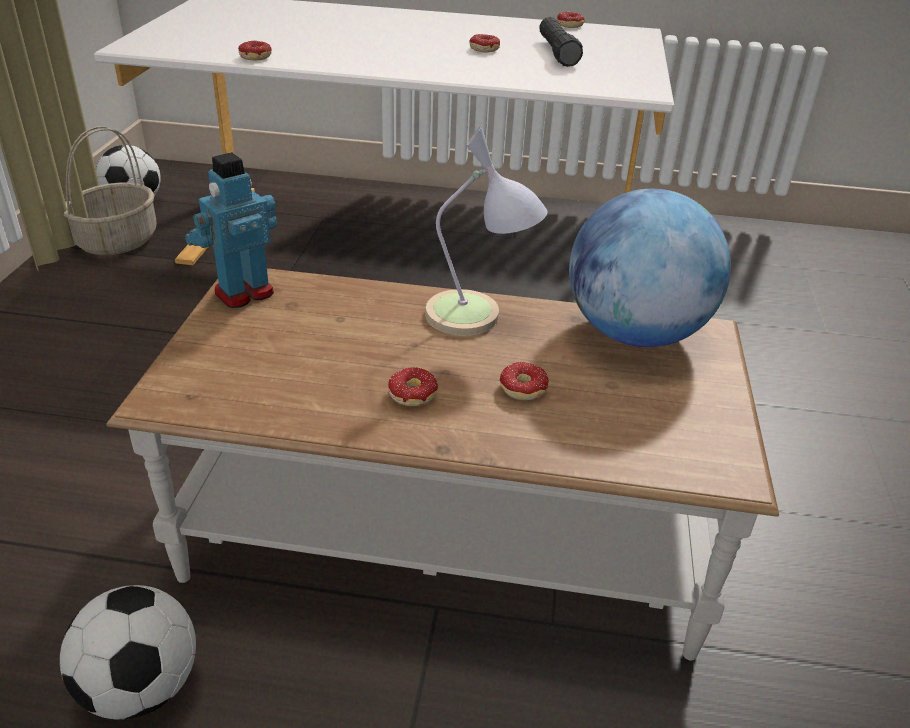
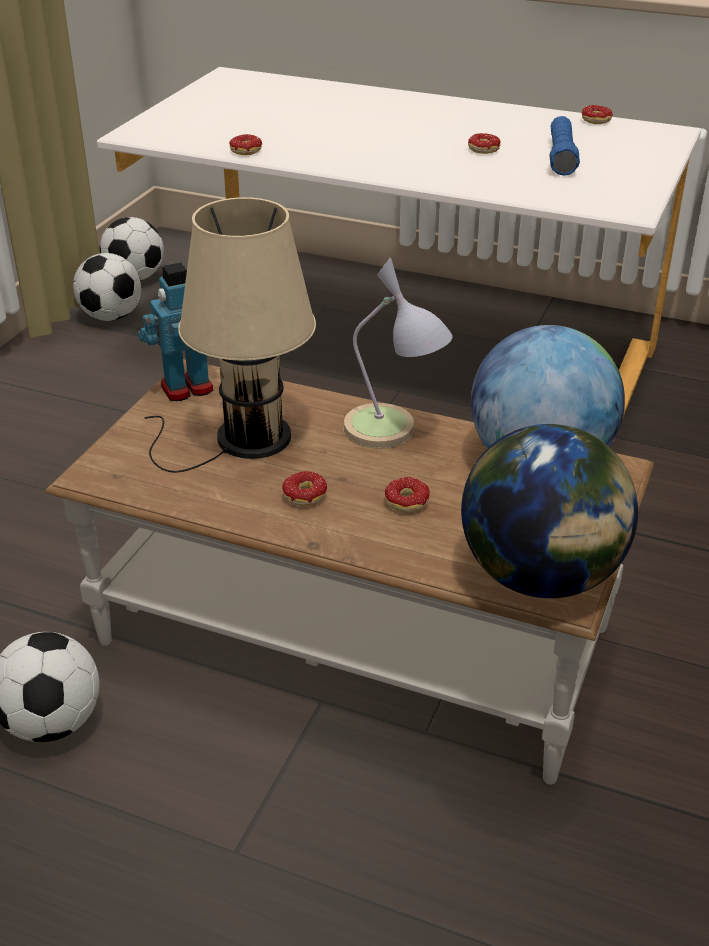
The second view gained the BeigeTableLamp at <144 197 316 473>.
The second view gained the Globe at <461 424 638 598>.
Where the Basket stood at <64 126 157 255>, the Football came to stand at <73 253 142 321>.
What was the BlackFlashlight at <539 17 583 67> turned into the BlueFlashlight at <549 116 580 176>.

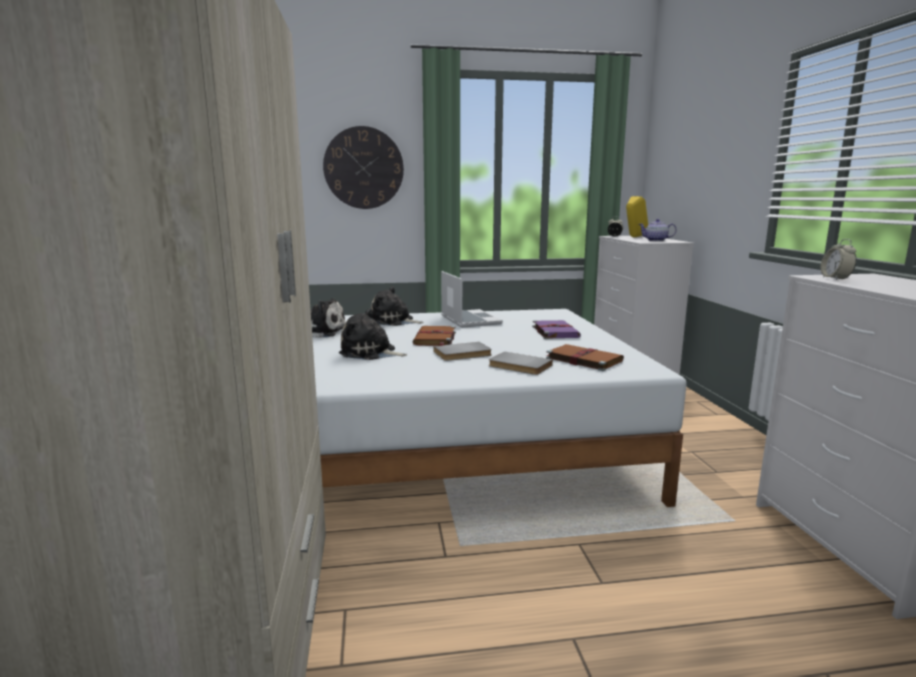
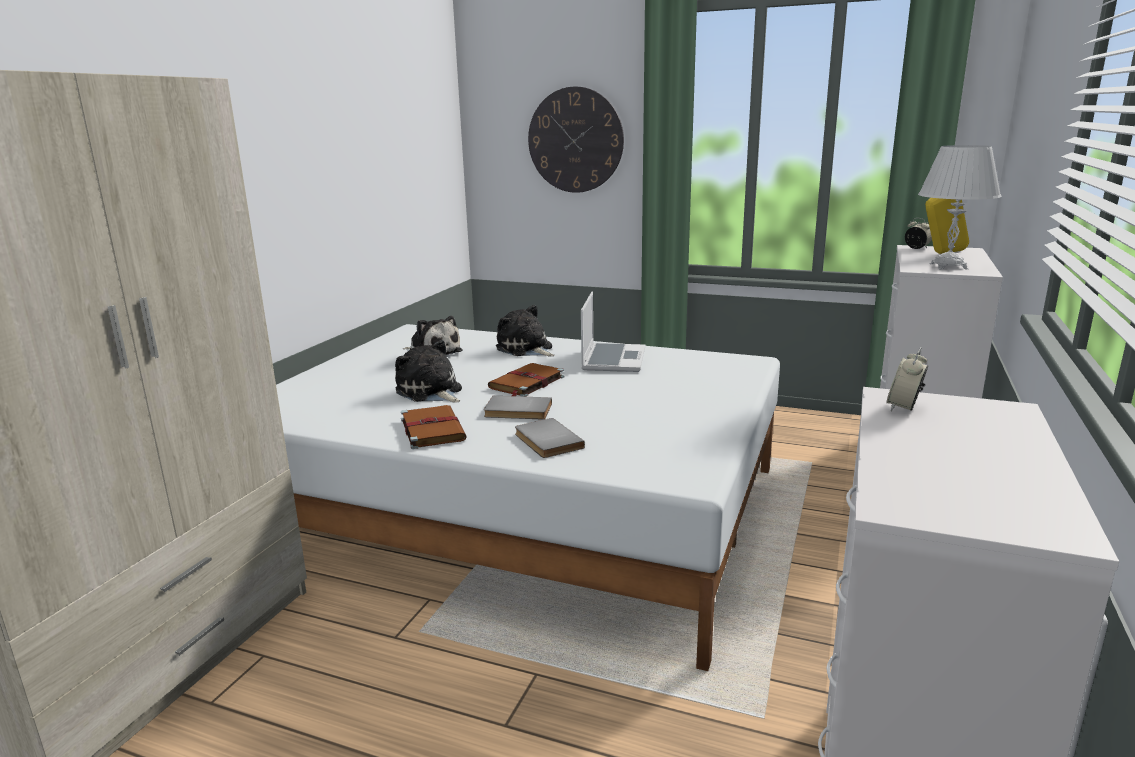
The second view lost the PurpleBook at <532 320 581 339>.
The BrownBook ended up elsewhere, having gone from <546 344 624 371> to <401 405 467 449>.
Where the Teapot stood at <639 219 677 241>, the WhiteTableLamp came to stand at <918 145 1001 270>.

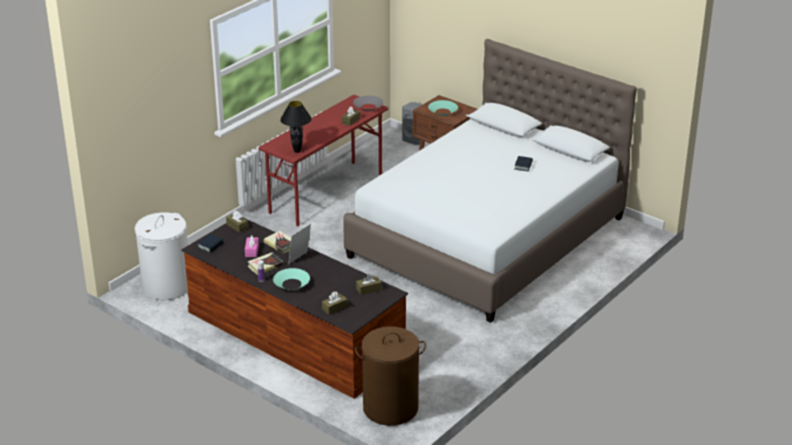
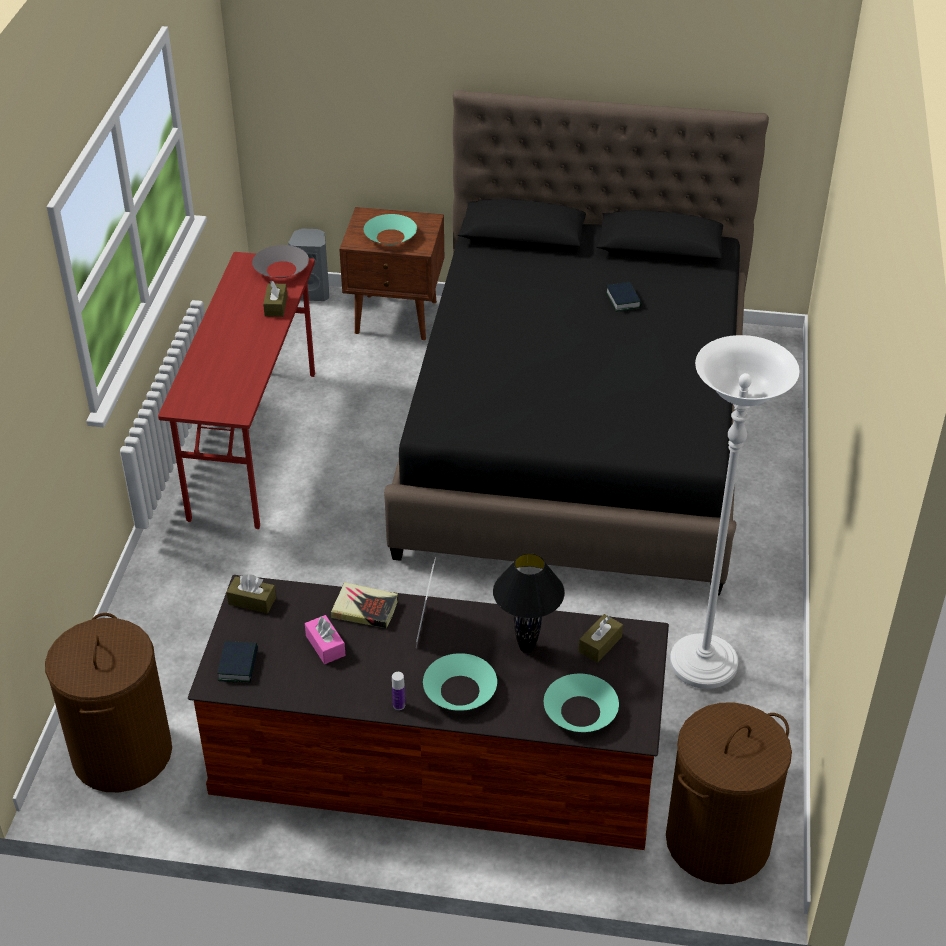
The second view lost the Book at <248 253 283 275>.
The second view gained the WhiteFloorLamp at <670 335 800 689>.
The BlackTableLamp ended up elsewhere, having gone from <280 101 312 153> to <493 553 565 653>.
Where the BrownTissueBox stood at <322 291 348 315>, the TurquoiseBowl came to stand at <544 674 619 732>.
What was the WhiteLaundryBasket at <135 212 188 300> turned into the BrownLaundryBasket at <45 613 172 792>.
What was the WhiteBed at <344 39 637 323> turned into the BlackBed at <384 90 769 595>.

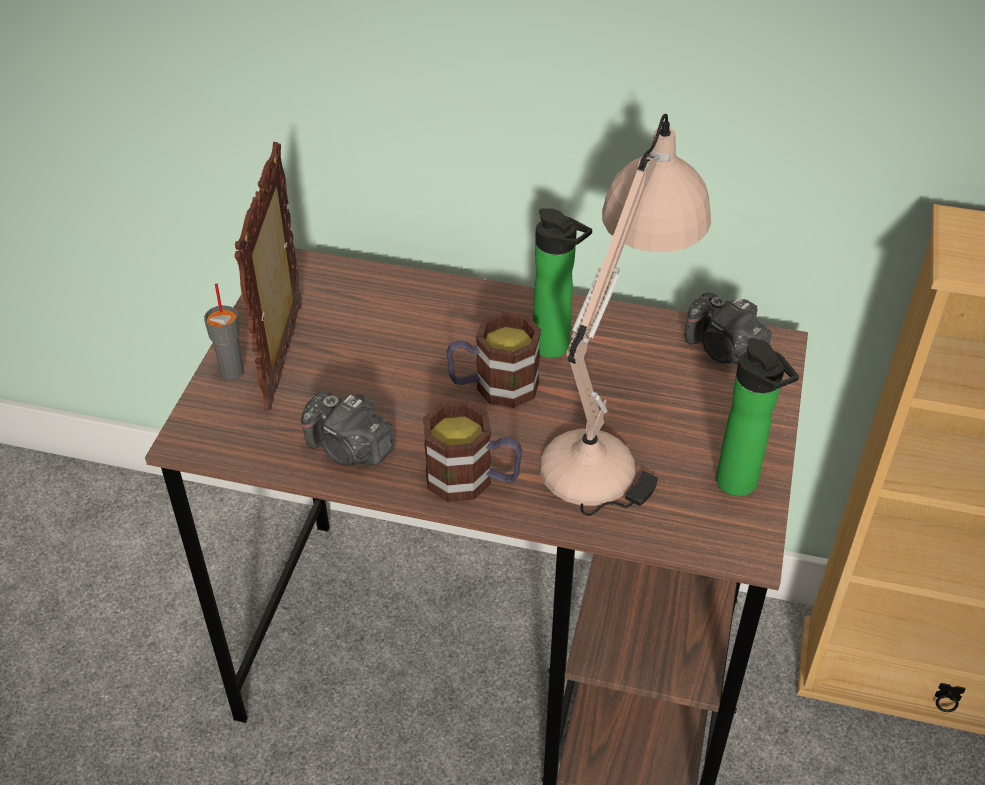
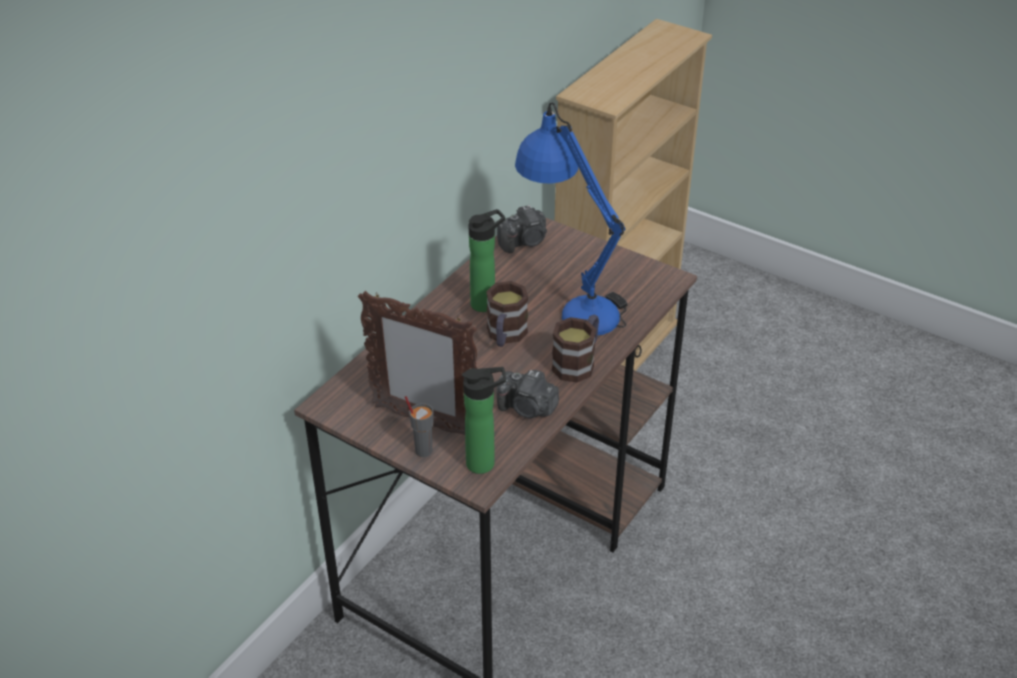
The Bottle ended up elsewhere, having gone from <716 338 799 496> to <462 367 506 474>.
What was the BeigeTableLamp at <540 114 711 516> turned into the BlueTableLamp at <515 102 628 336>.
The PhotoCamera at <301 391 395 466> ended up facing another way, 60 degrees clockwise from before.

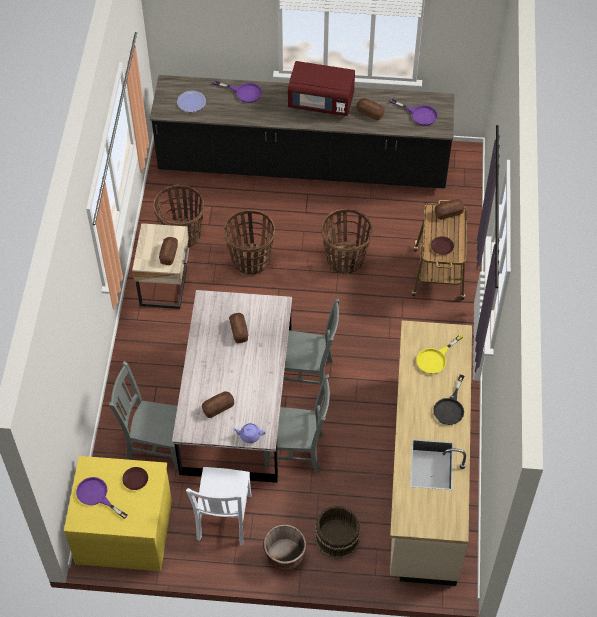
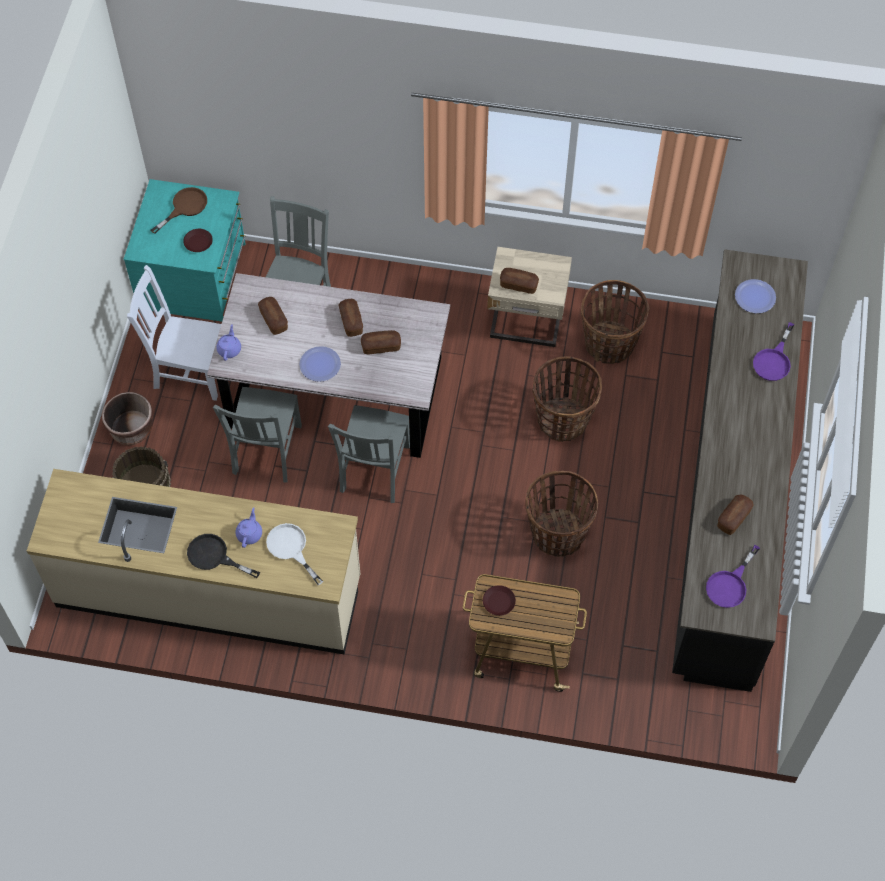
The second view lost the RedMicrowave at <288 61 355 116>.
The second view gained the PurpleTeapot at <236 507 262 548>.
The second view gained the Plate at <299 346 341 382>.
The Bread ended up elsewhere, having gone from <435 199 465 220> to <338 299 363 337>.
What was the YellowDresser at <64 456 172 571> turned into the TurquoiseDresser at <124 179 245 322>.
What was the PurpleFryingPan at <76 477 128 519> turned into the BrownFryingPan at <151 187 207 234>.
What was the YellowFryingPan at <416 334 463 374> turned into the WhiteFryingPan at <266 523 323 585>.

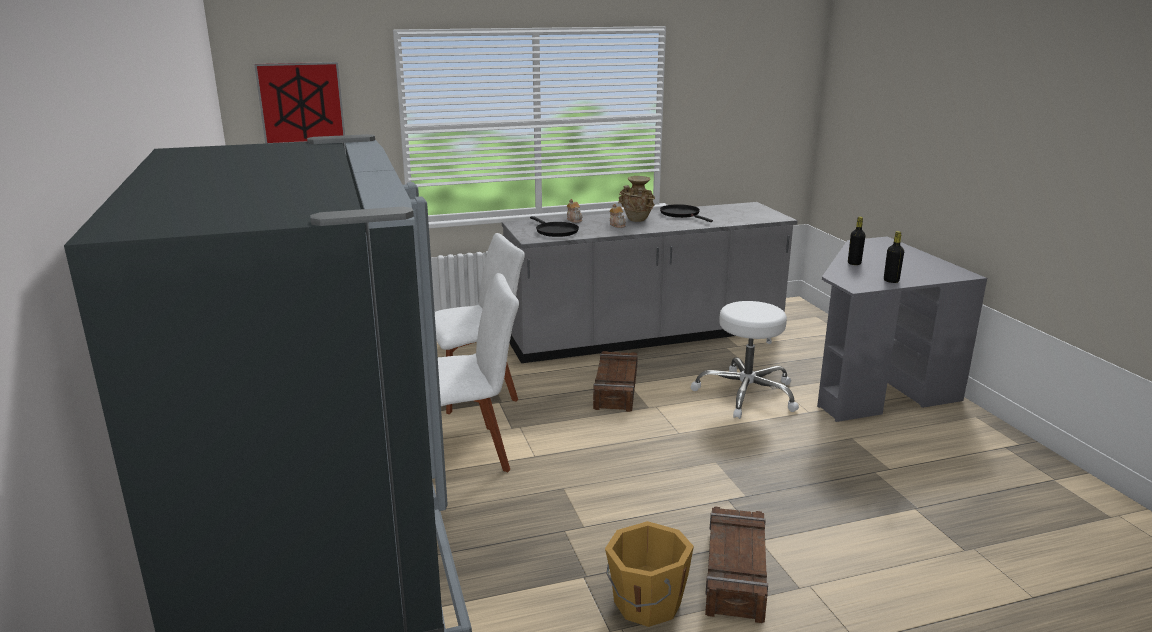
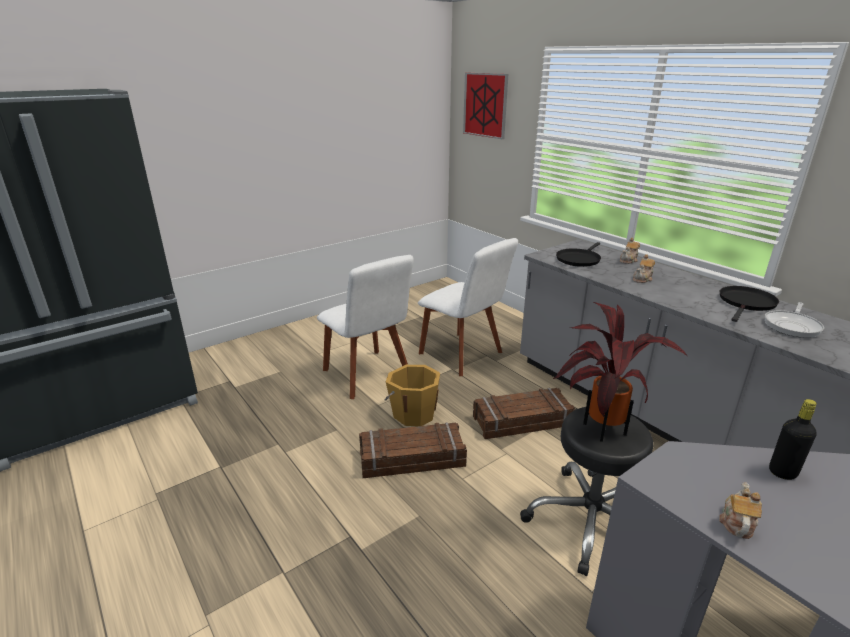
The second view lost the BeigeVase at <618 176 655 222>.
The second view gained the PottedPlant at <553 302 687 442>.
The second view gained the FryingPan at <765 302 824 338>.
The OrangeBucket ended up elsewhere, having gone from <605 521 694 627> to <385 365 440 426>.
The Crate ended up elsewhere, having gone from <705 506 768 623> to <359 422 467 478>.
Where the BlackBottle stood at <884 231 904 283>, the Teapot came to stand at <719 483 762 539>.
What was the WhiteStool at <690 301 799 419> turned into the BlackStool at <520 407 653 576>.

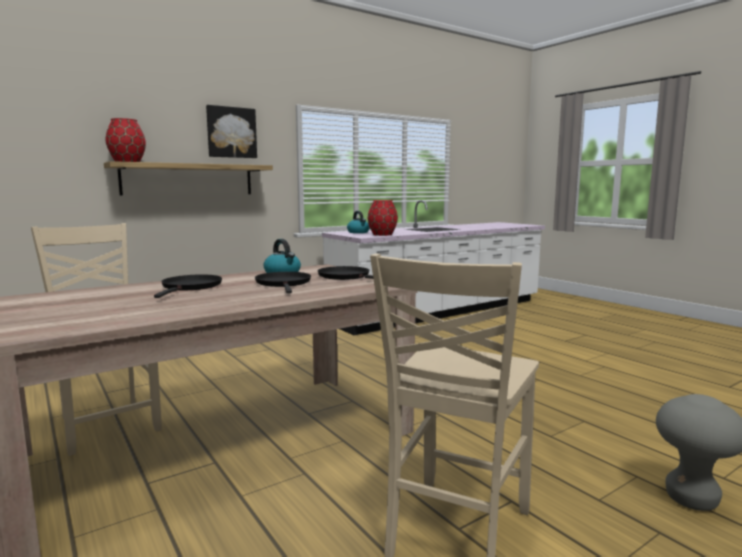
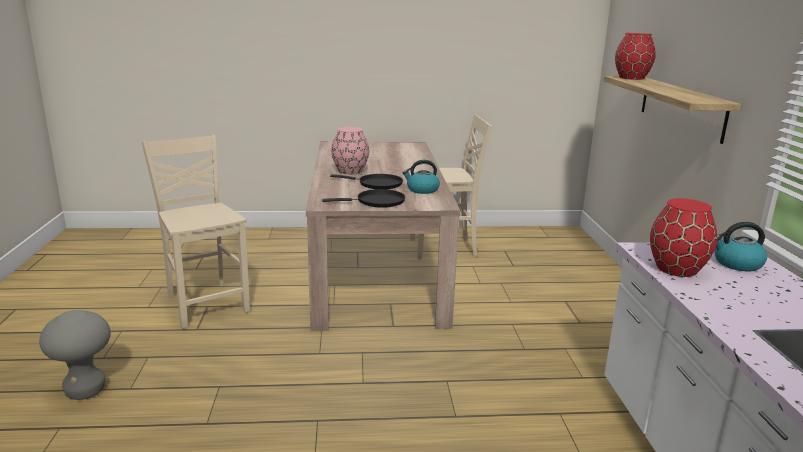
The second view lost the BlackFryingPan at <154 275 222 298>.
The second view lost the Picture at <206 105 257 158>.
The second view gained the PinkVase at <331 127 369 174>.

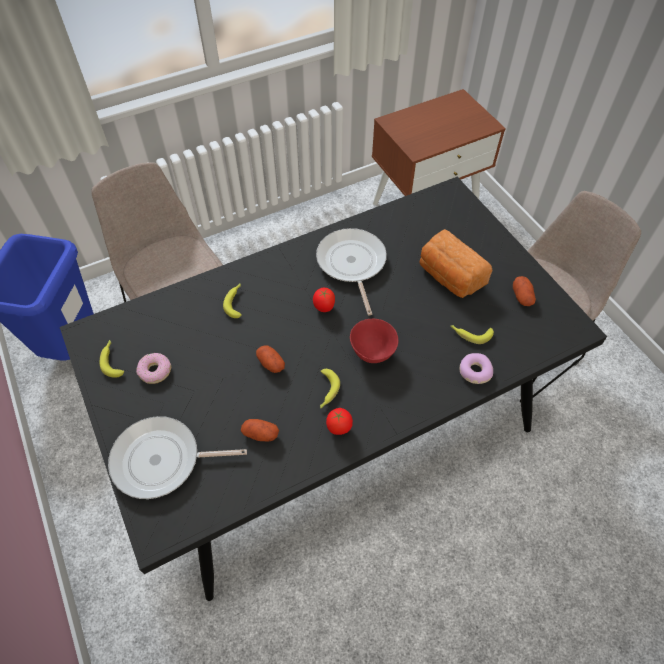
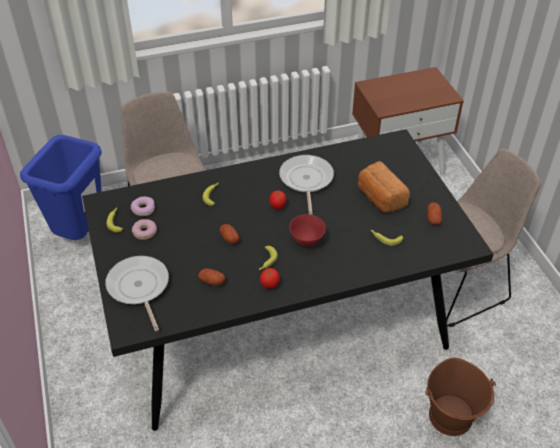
The second view gained the BrownBucket at <425 358 496 436>.
The Donut ended up elsewhere, having gone from <459 353 493 384> to <131 197 155 216>.
The FryingPan at <108 416 247 499> ended up facing another way, 60 degrees clockwise from before.

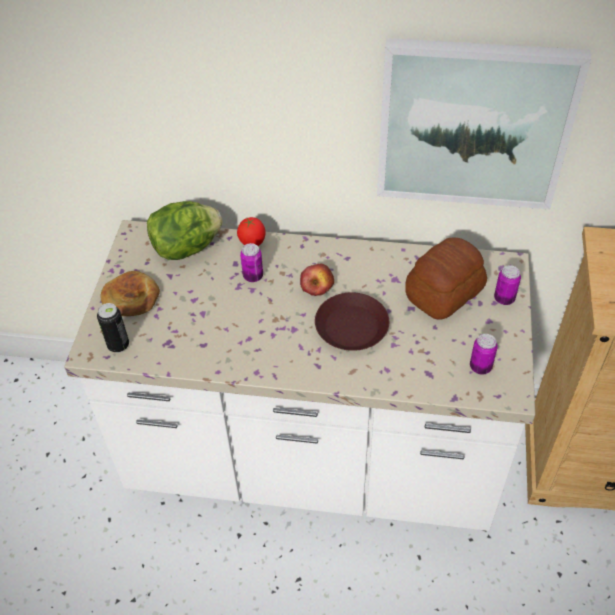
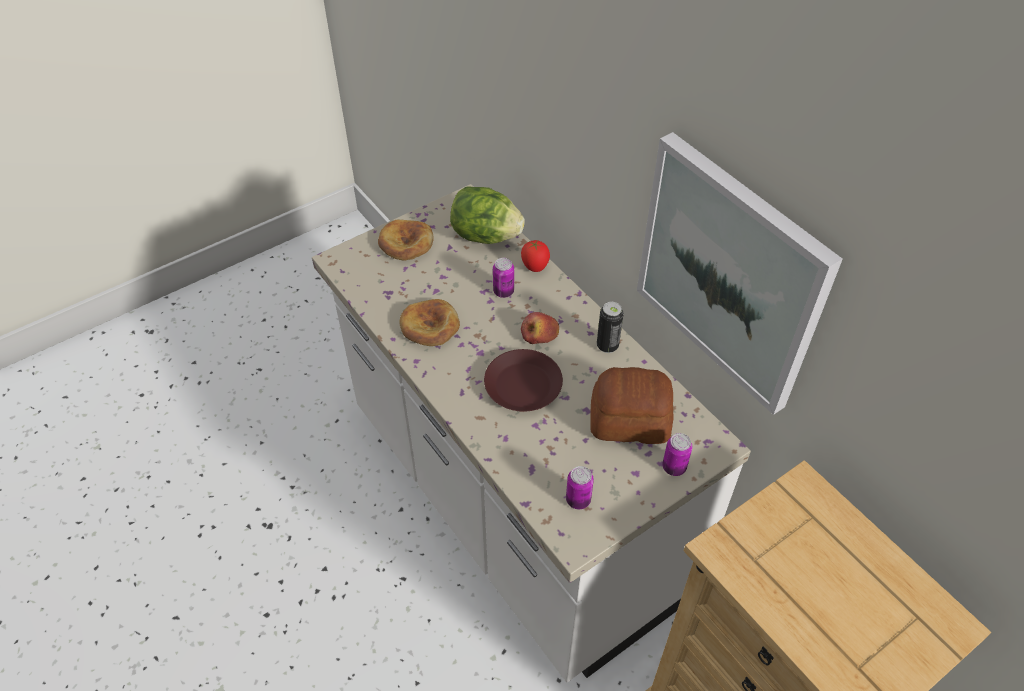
The second view gained the Bread at <399 299 460 346>.
The Can ended up elsewhere, having gone from <97 303 129 353> to <597 302 624 353>.

